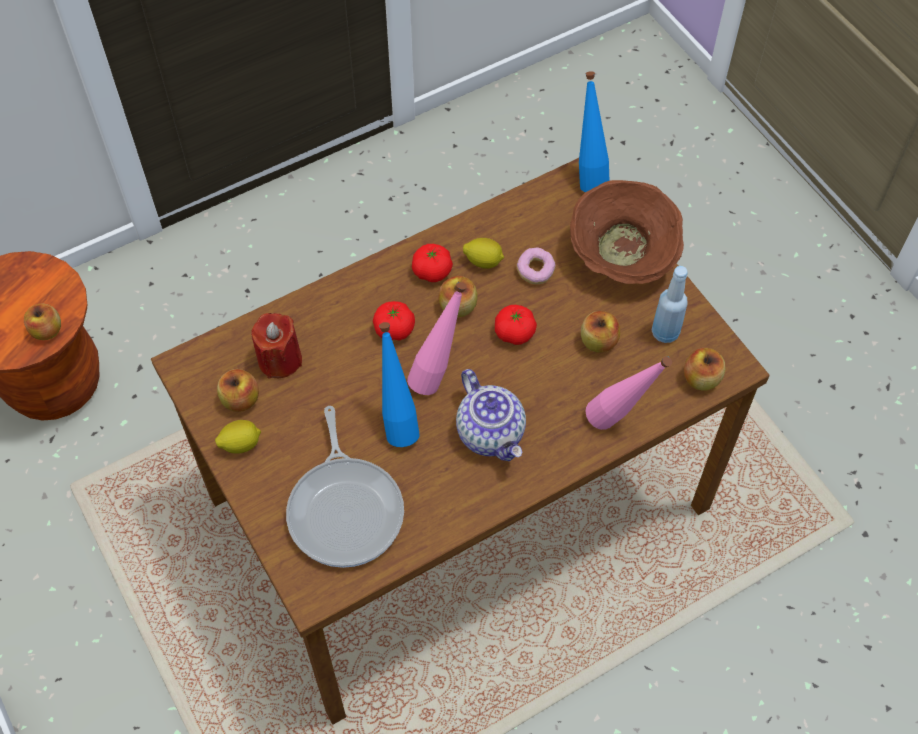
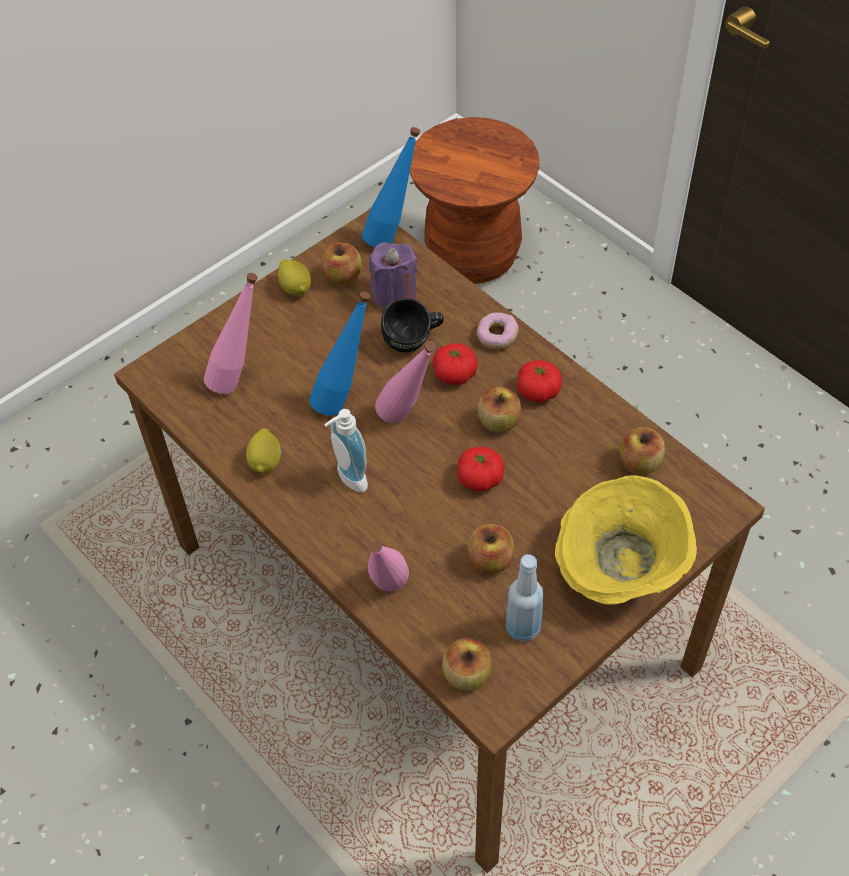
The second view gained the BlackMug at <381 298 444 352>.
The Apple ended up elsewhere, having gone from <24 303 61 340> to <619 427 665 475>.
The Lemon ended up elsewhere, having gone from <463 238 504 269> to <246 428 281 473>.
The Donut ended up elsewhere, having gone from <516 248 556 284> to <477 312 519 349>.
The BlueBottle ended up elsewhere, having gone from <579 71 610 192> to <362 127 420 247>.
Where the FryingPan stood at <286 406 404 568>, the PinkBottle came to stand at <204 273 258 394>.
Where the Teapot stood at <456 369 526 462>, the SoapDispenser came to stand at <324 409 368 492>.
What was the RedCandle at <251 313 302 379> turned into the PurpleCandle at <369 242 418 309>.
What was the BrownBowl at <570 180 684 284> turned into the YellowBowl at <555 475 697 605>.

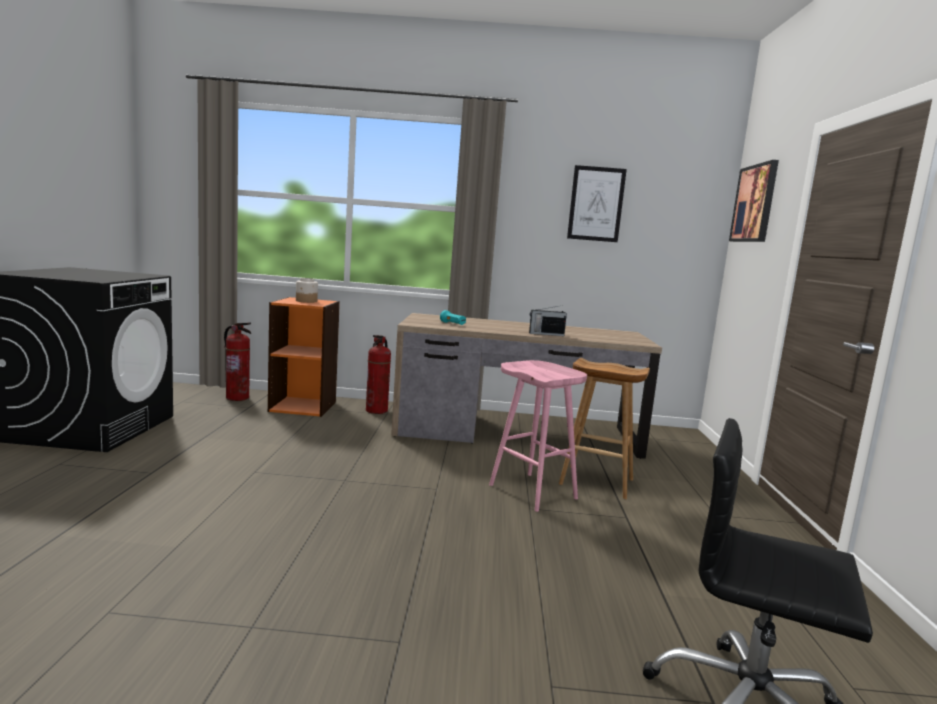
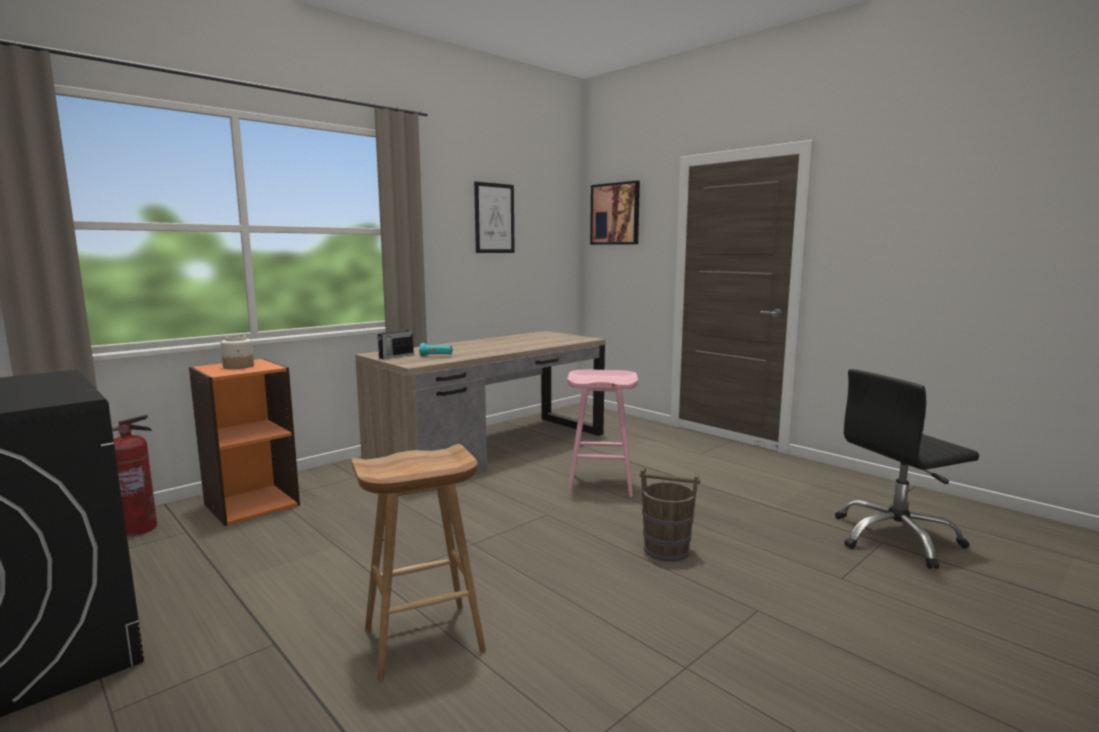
The second view lost the FireExtinguisher at <366 335 391 414>.
The second view gained the BrownBucket at <639 467 700 562>.
The Radio ended up elsewhere, having gone from <529 306 567 336> to <377 325 414 359>.
The BrownStool ended up elsewhere, having gone from <559 358 650 499> to <352 444 486 681>.

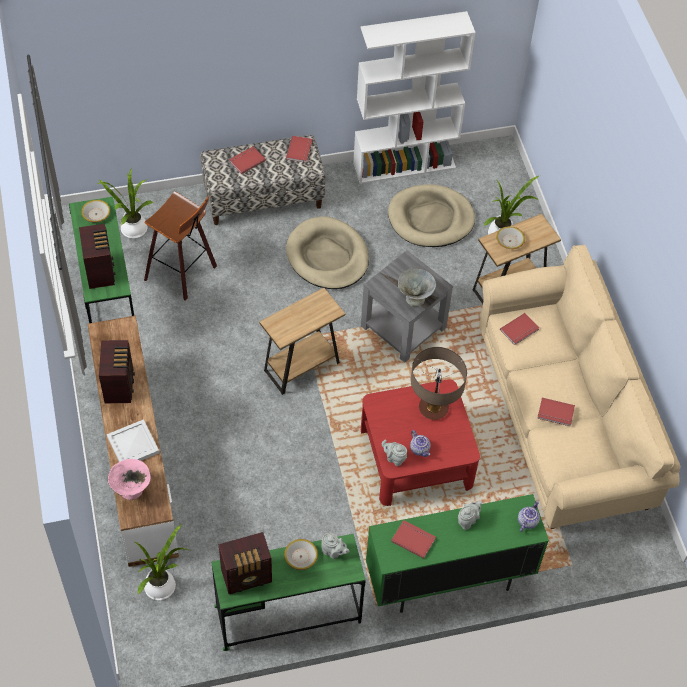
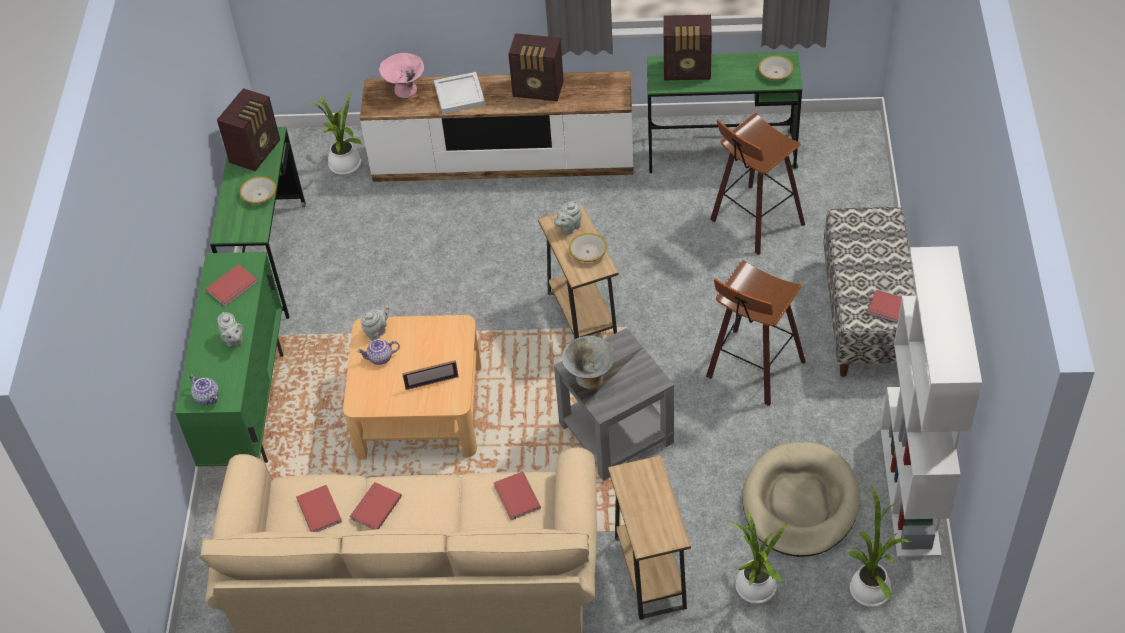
The PottedPlant ended up elsewhere, having gone from <97 168 153 238> to <849 484 912 607>.
The RedBook ended up elsewhere, having gone from <229 146 266 174> to <296 485 342 532>.
The GreyTeapot ended up elsewhere, having gone from <321 533 349 559> to <554 201 582 235>.
The Bowl ended up elsewhere, having gone from <496 226 525 249> to <569 233 607 262>.
Where the BeigeDogBed stood at <286 216 369 289>, the Stool came to stand at <706 260 806 406>.
Where the TableLamp stood at <411 347 467 420>, the PictureFrame came to stand at <402 360 459 390>.
What was the RedCoffeeTable at <361 379 480 506> turned into the BeigeCoffeeTable at <343 315 481 460>.
The Radio at <219 532 272 594> ended up facing another way, 150 degrees counterclockwise from before.

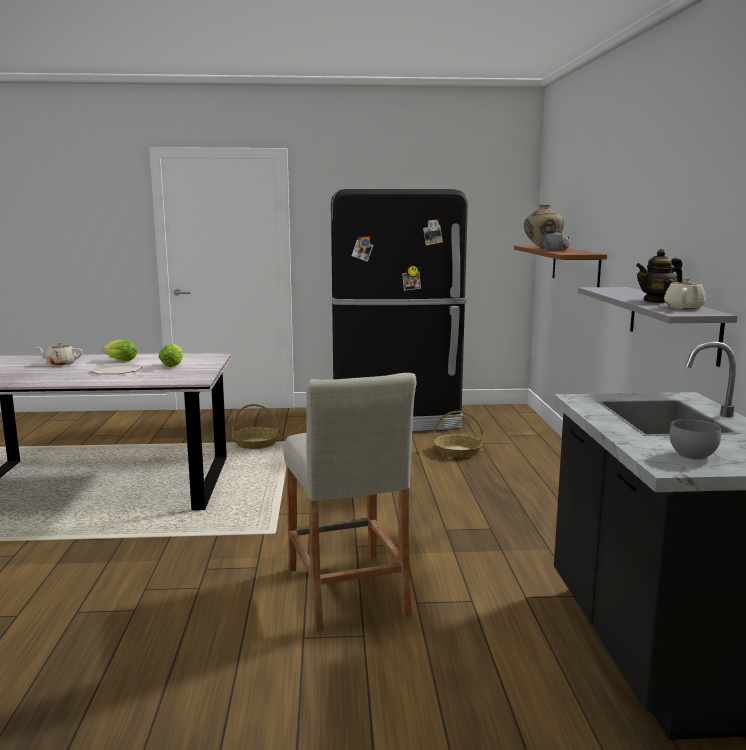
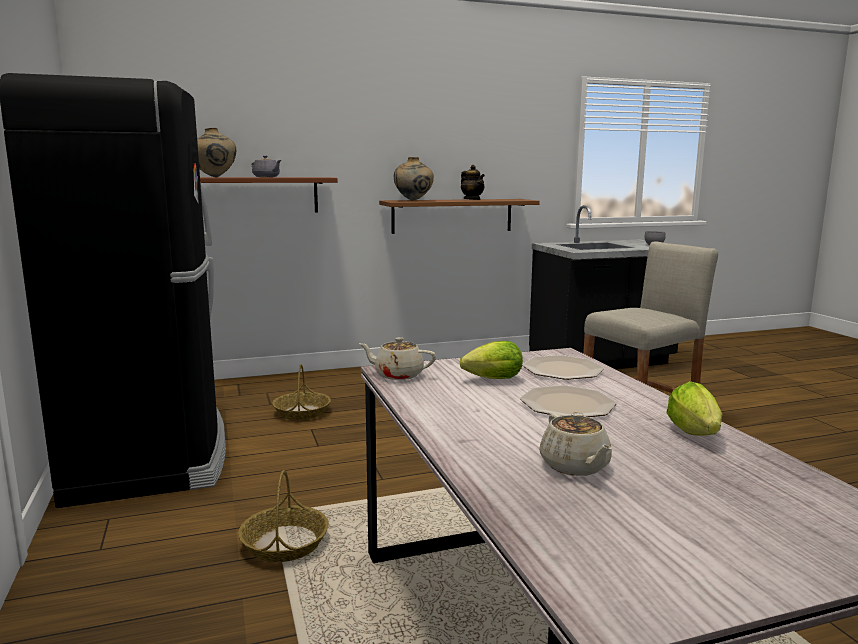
The second view gained the BeigeVase at <394 157 434 201>.
The second view gained the Plate at <522 355 604 380>.
The Lettuce ended up elsewhere, having gone from <103 339 137 361> to <666 381 722 436>.
The BeigeTeapot ended up elsewhere, having gone from <664 277 706 309> to <358 337 436 380>.
What was the GreyShelf at <578 287 737 367> turned into the BrownShelf at <379 199 540 234>.

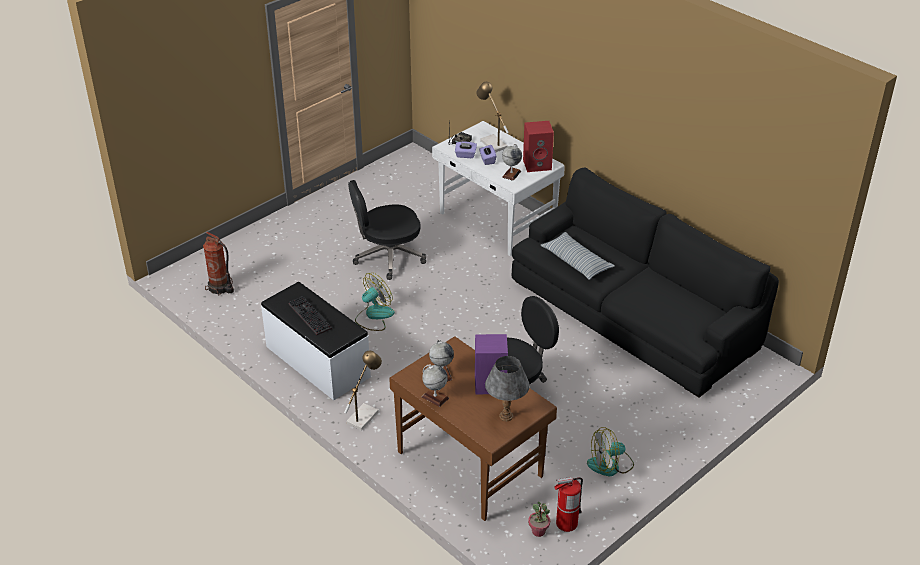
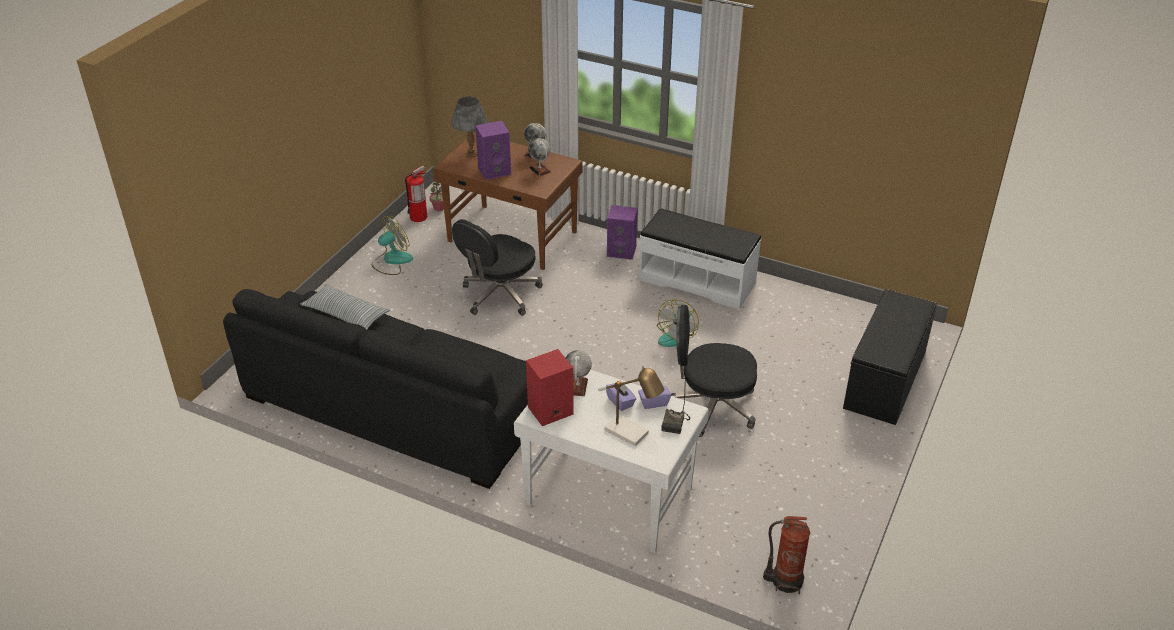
The second view lost the Keyboard at <288 296 332 335>.
The second view gained the BlackBench at <843 289 937 425>.
The FireExtinguisher ended up elsewhere, having gone from <203 232 234 295> to <763 516 810 594>.
The Pillow ended up elsewhere, having gone from <541 232 615 280> to <300 284 390 330>.
Where the TableLamp stood at <344 351 382 430>, the PurpleSpeaker came to stand at <607 205 638 260>.
The BlackOfficeChair at <348 180 426 280> ended up facing another way, 135 degrees counterclockwise from before.

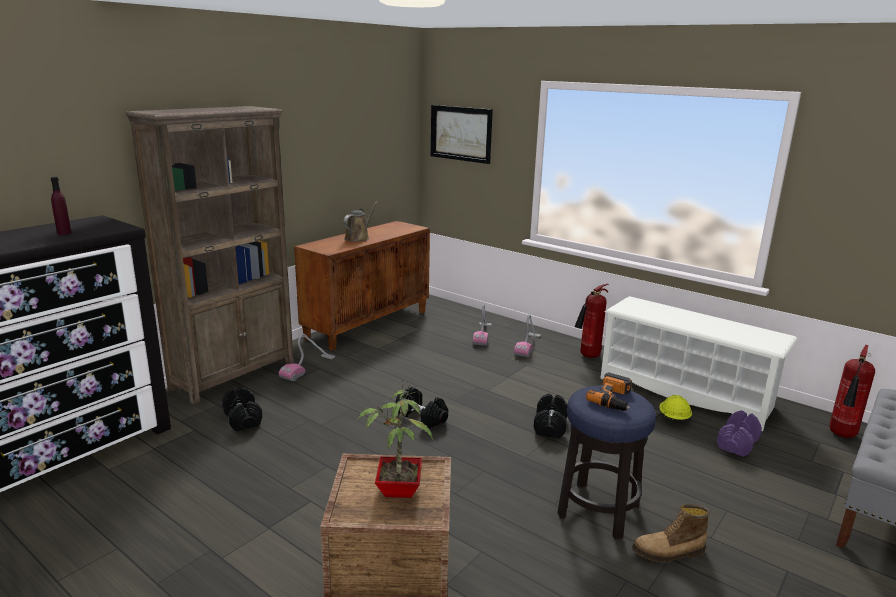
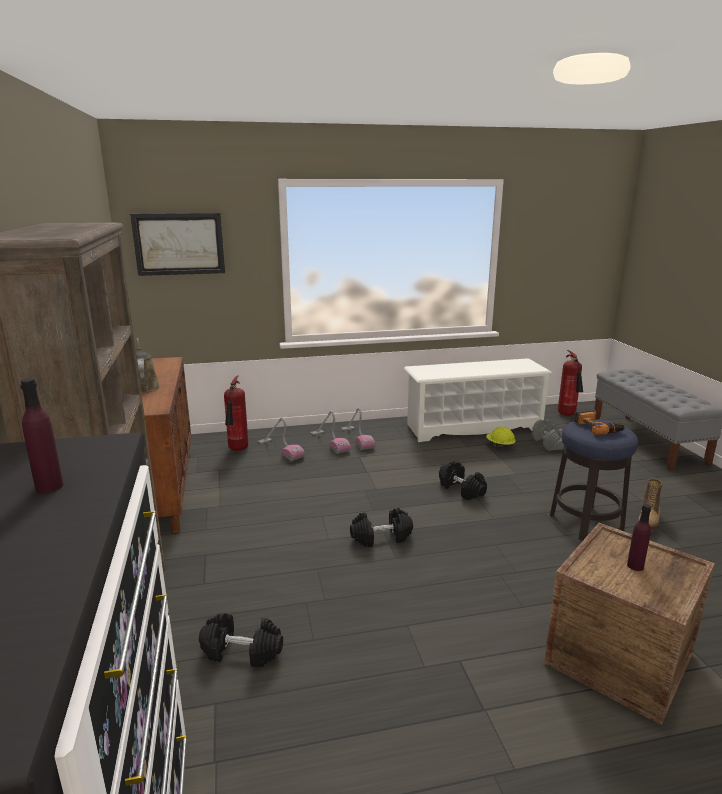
The VacuumCleaner ended up elsewhere, having gone from <279 333 335 381> to <341 408 375 450>.
The FireExtinguisher ended up elsewhere, having gone from <575 284 609 358> to <224 376 248 451>.
Where the PottedPlant stood at <356 380 433 498>, the PurpleBottle came to stand at <627 504 651 571>.
What was the PurpleDumbbell at <717 410 762 457> turned into the GreyDumbbell at <532 419 564 451>.

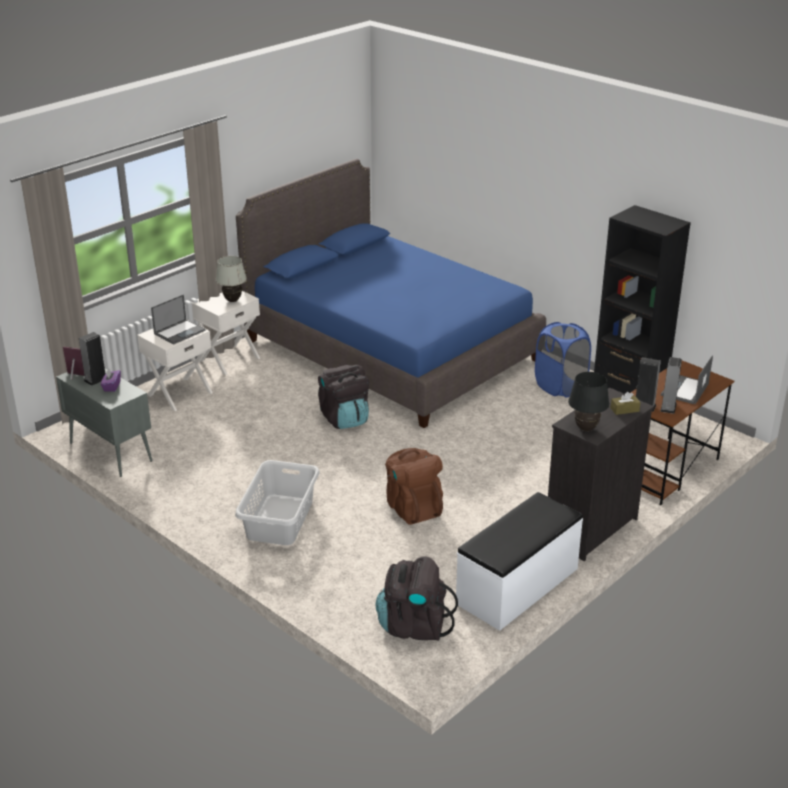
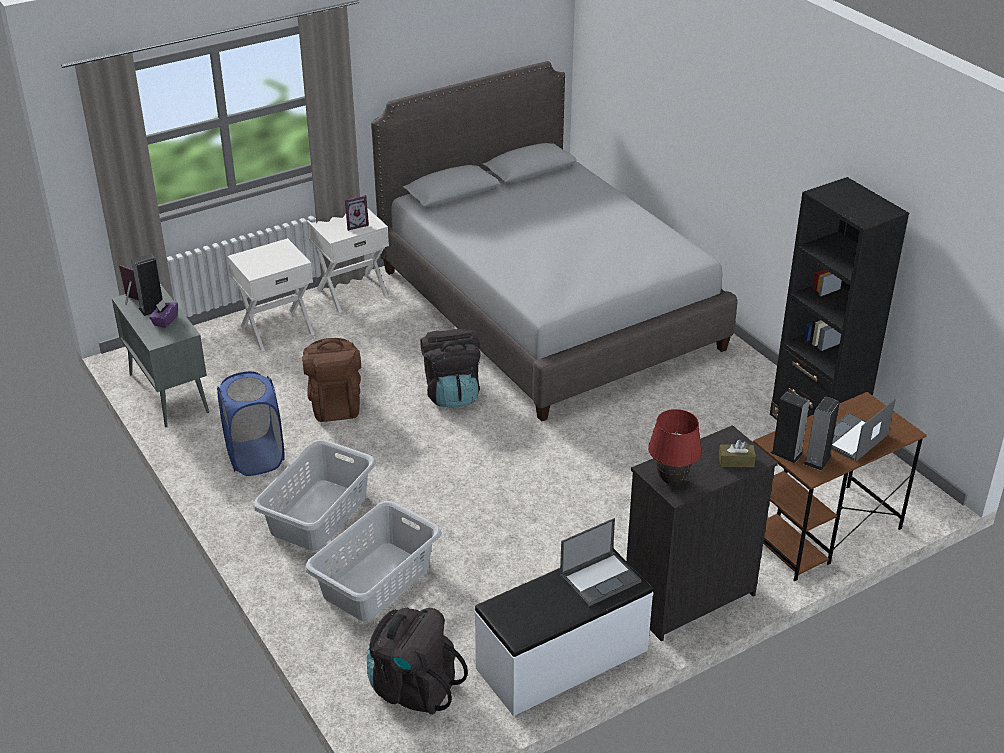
The second view gained the GreyLaundryBasket at <305 501 441 621>.
The Laptop ended up elsewhere, having gone from <151 294 206 345> to <560 518 641 607>.
The BrownBackpack ended up elsewhere, having gone from <385 448 443 525> to <302 338 361 422>.
The BlueLaundryBasket ended up elsewhere, having gone from <535 322 591 398> to <217 371 285 476>.
Where the WhiteTableLamp stood at <216 256 247 302>, the PictureFrame came to stand at <345 195 369 231>.
What was the BlueBed at <236 159 546 428> turned into the GreyBed at <371 61 737 422>.
What was the BlackTableLamp at <568 372 609 431> turned into the RedTableLamp at <648 409 702 485>.

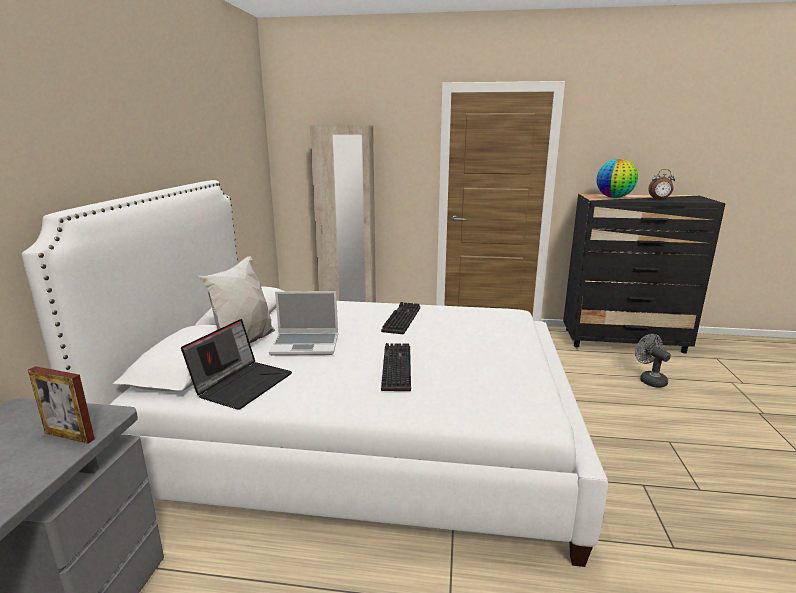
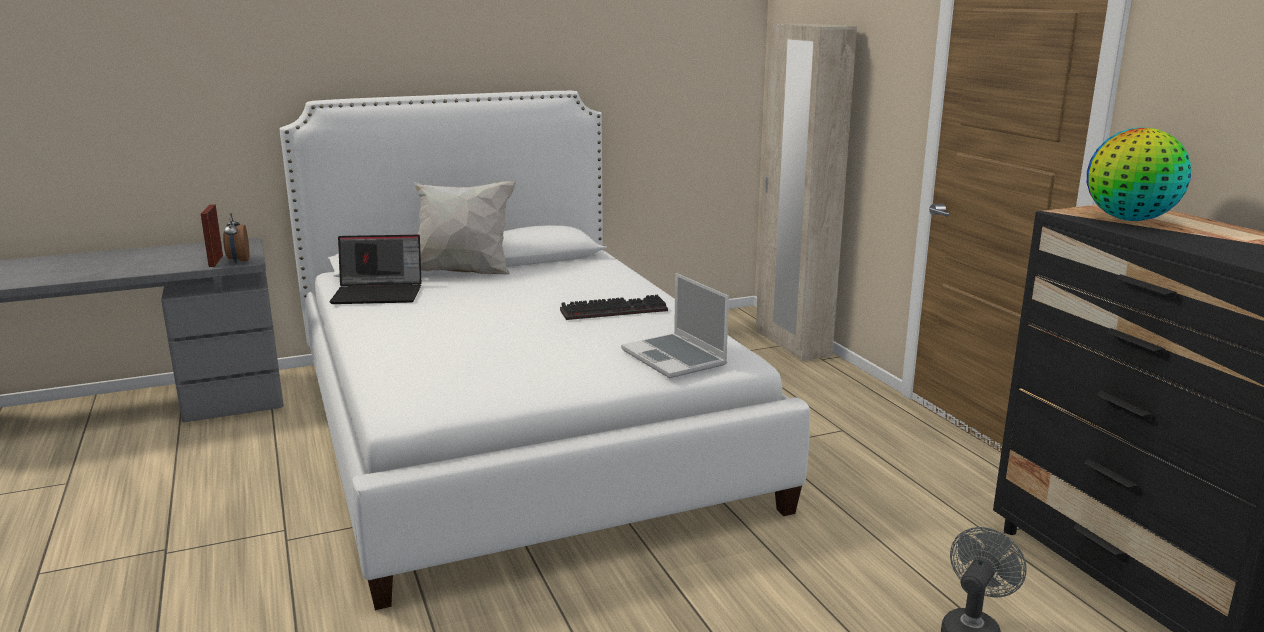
The second view lost the Keyboard at <381 343 411 391>.
The Laptop ended up elsewhere, having gone from <269 291 338 356> to <621 273 729 379>.
The AlarmClock ended up elsewhere, having gone from <648 169 675 200> to <223 213 249 264>.

